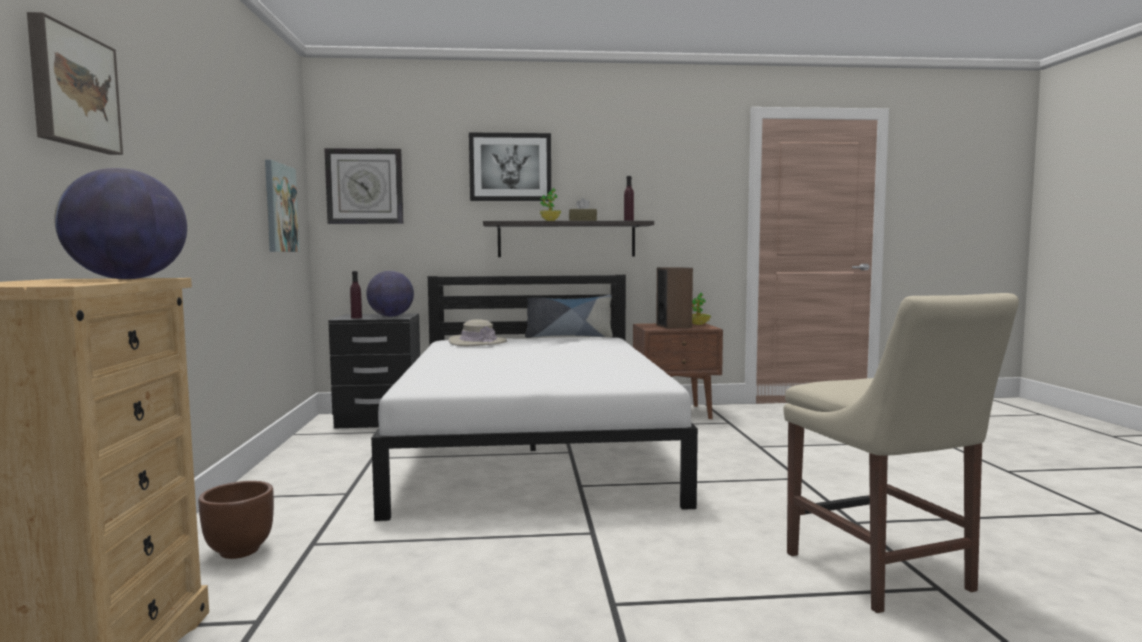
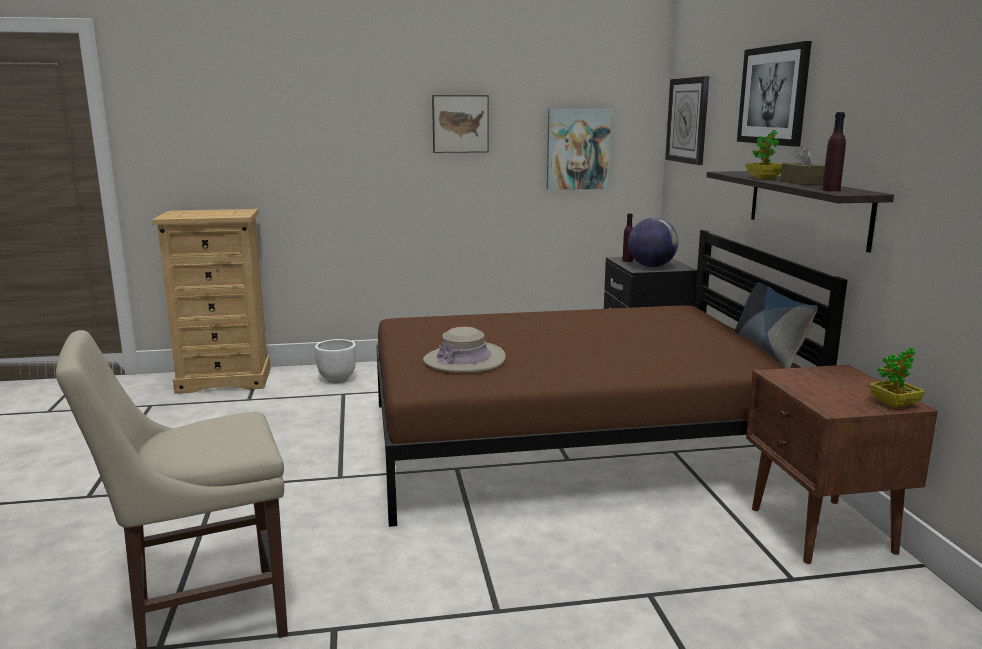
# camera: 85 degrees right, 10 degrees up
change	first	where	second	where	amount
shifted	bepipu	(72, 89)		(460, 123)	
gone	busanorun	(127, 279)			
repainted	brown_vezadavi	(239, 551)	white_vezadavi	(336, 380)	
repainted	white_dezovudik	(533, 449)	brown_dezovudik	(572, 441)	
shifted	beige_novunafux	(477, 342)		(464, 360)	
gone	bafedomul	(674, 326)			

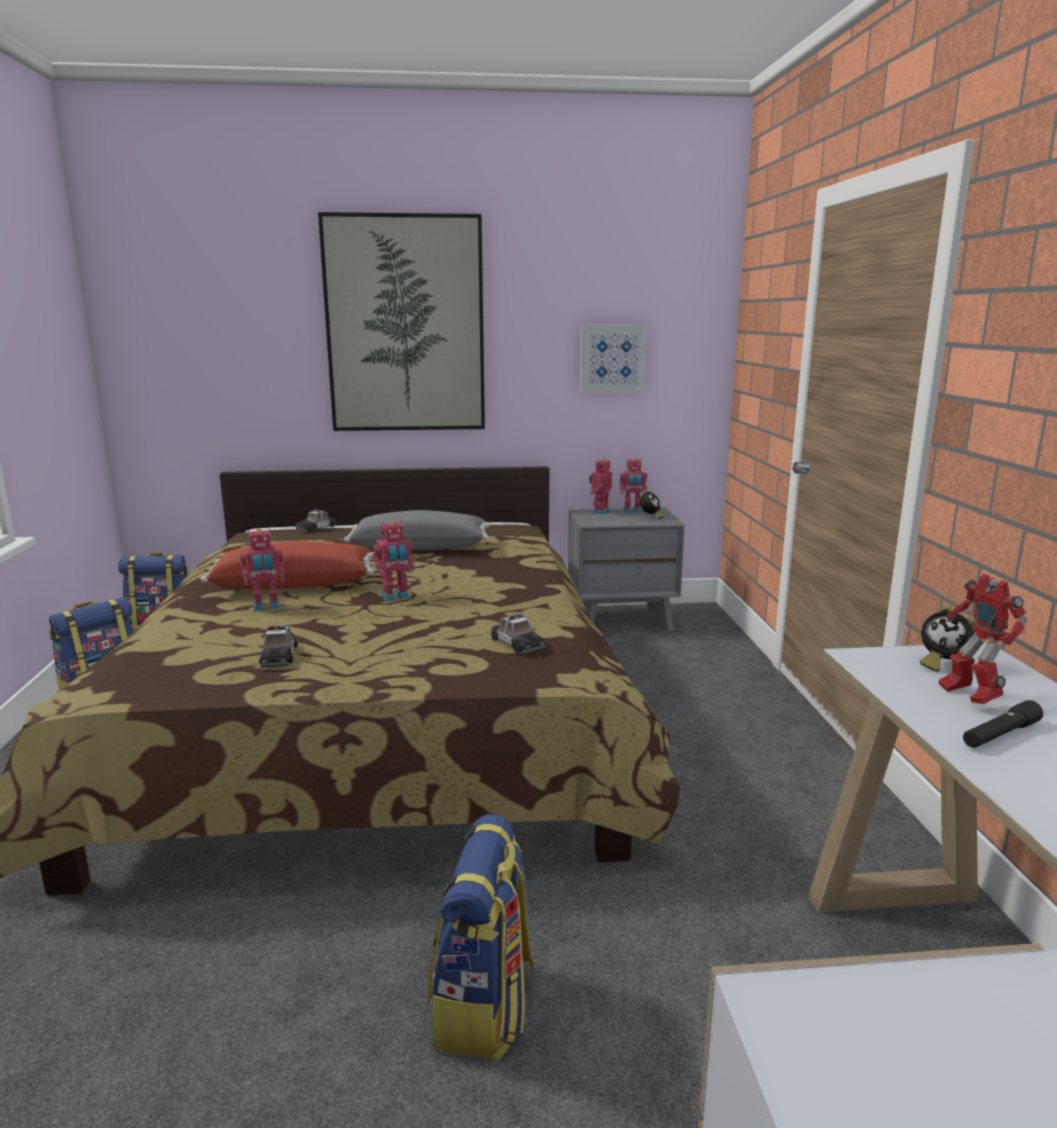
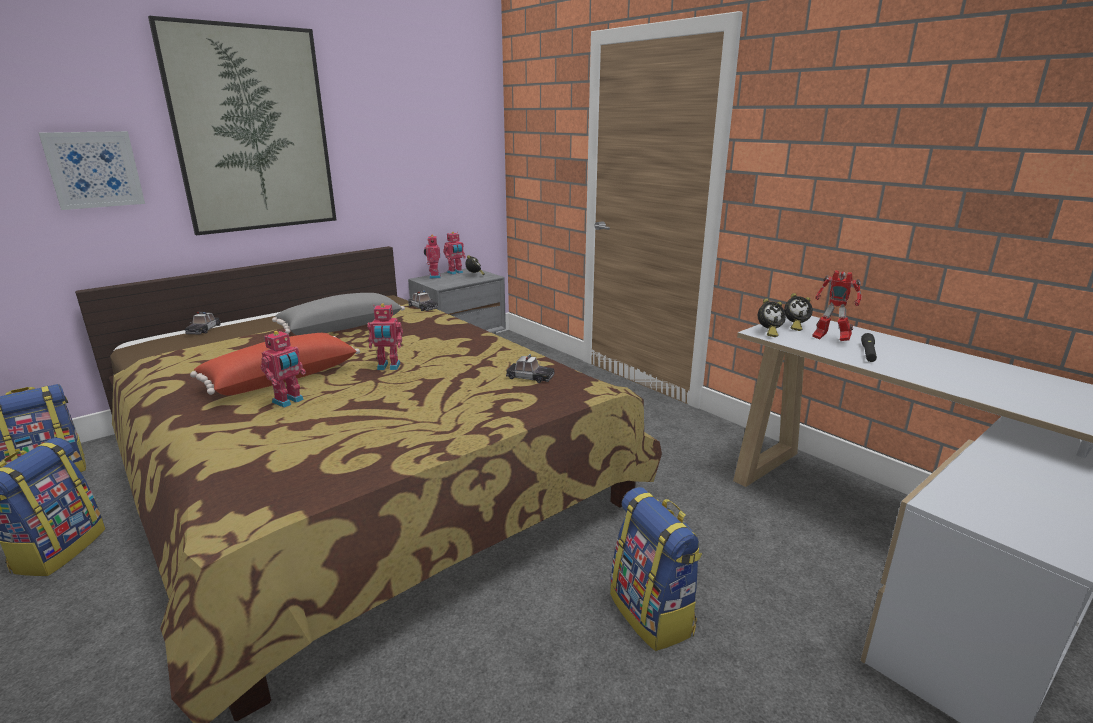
# camera: 35 degrees left, 5 degrees up
change	first	where	second	where	amount
shifted	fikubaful	(278, 656)		(423, 307)	
rotated	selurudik	(395, 596)		(388, 367)	60 degrees clockwise
shifted	bepipu	(613, 358)		(94, 169)	
new			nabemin	(768, 332)	

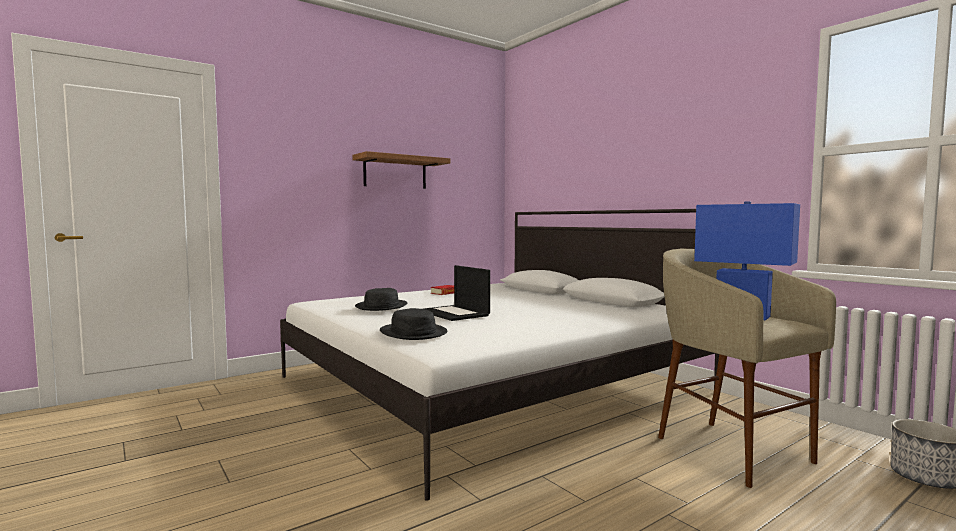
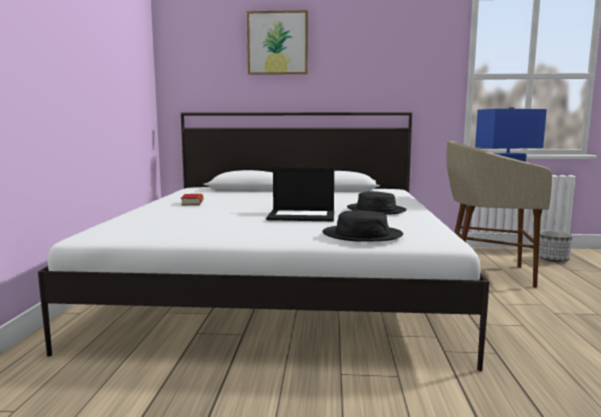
# camera: 50 degrees left, 5 degrees up
change	first	where	second	where	amount
gone	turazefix	(395, 172)			
shifted	black_novunafux	(381, 306)		(376, 210)	
new			bepipu	(277, 43)	

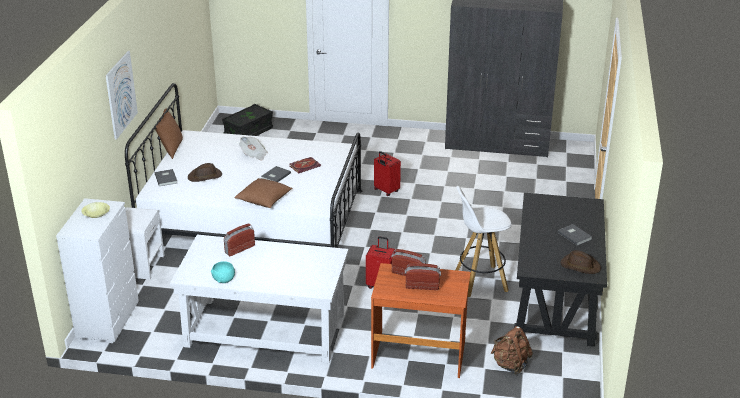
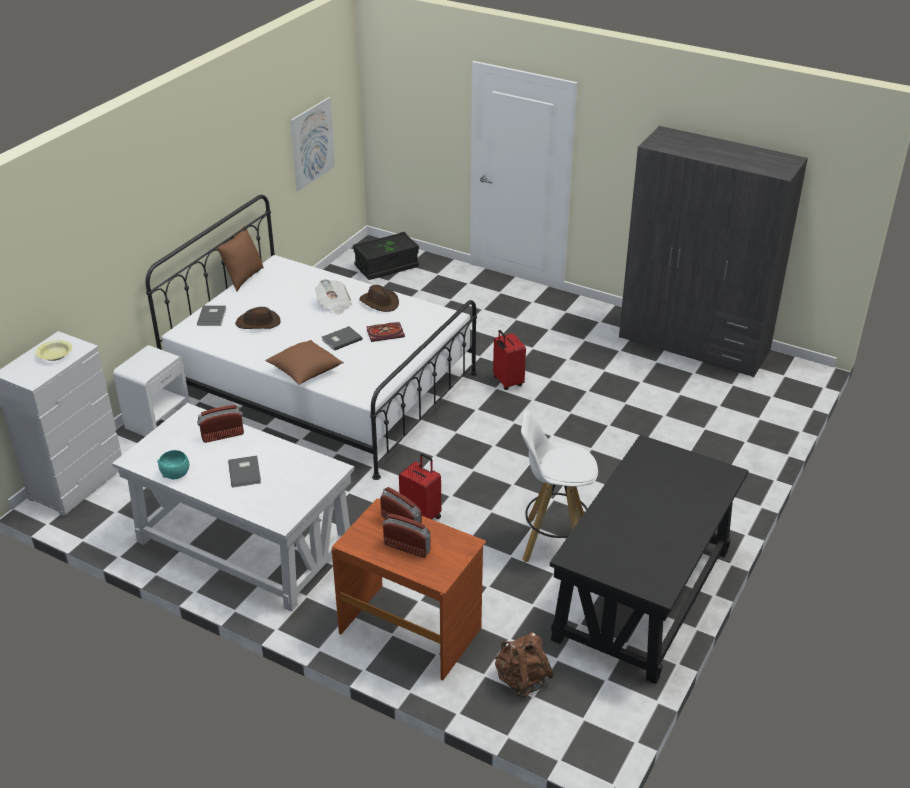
# camera: 20 degrees right, 5 degrees up
change	first	where	second	where	amount
shifted	bepipu	(121, 94)		(312, 143)	
shifted	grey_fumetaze	(575, 235)		(245, 472)	
shifted	brown_novunafux	(580, 266)		(380, 302)	

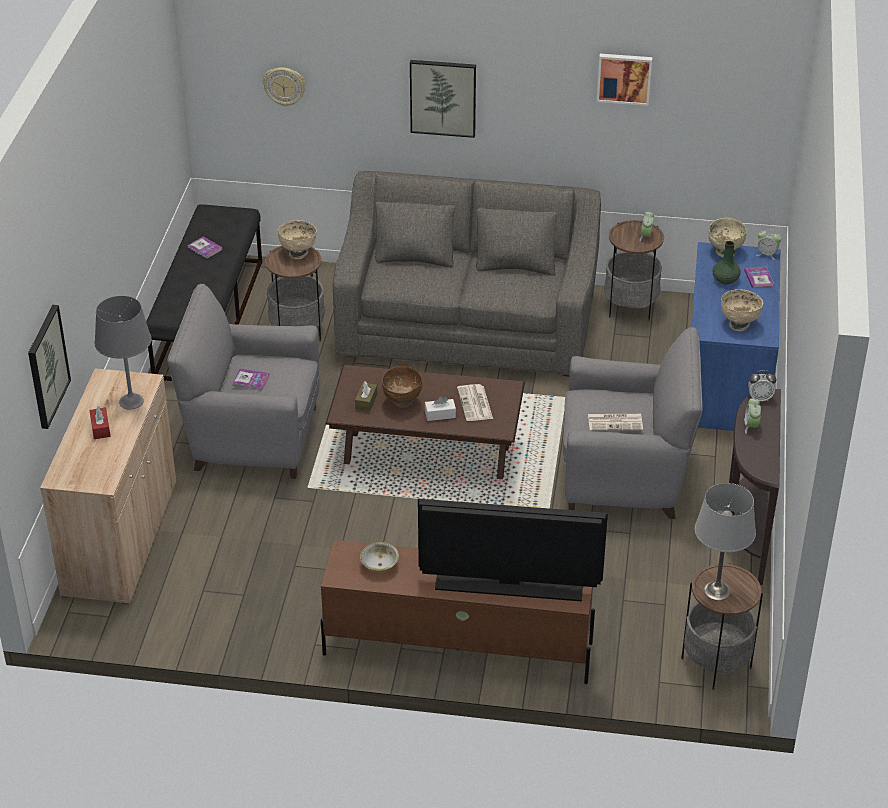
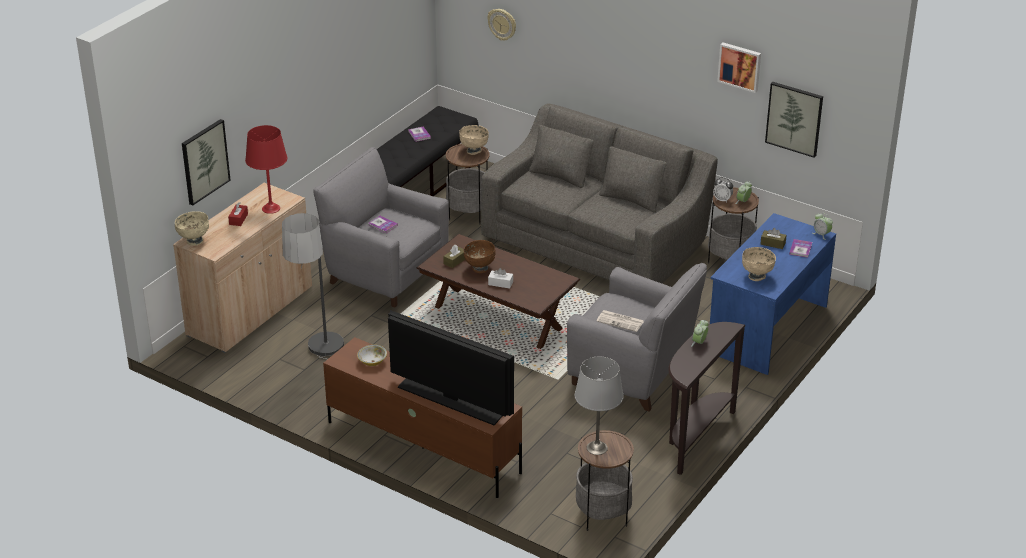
# camera: 25 degrees right, 5 degrees down
change	first	where	second	where	amount
repainted	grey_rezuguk	(131, 401)	red_rezuguk	(271, 208)	
shifted	bepipu	(443, 97)		(794, 118)	
gone	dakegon	(475, 404)			
shifted	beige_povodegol	(725, 252)		(194, 241)	
swapped	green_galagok	(725, 280)	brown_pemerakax	(773, 243)	
shifted	nabemin	(760, 398)		(722, 200)	
new			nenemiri	(321, 364)	

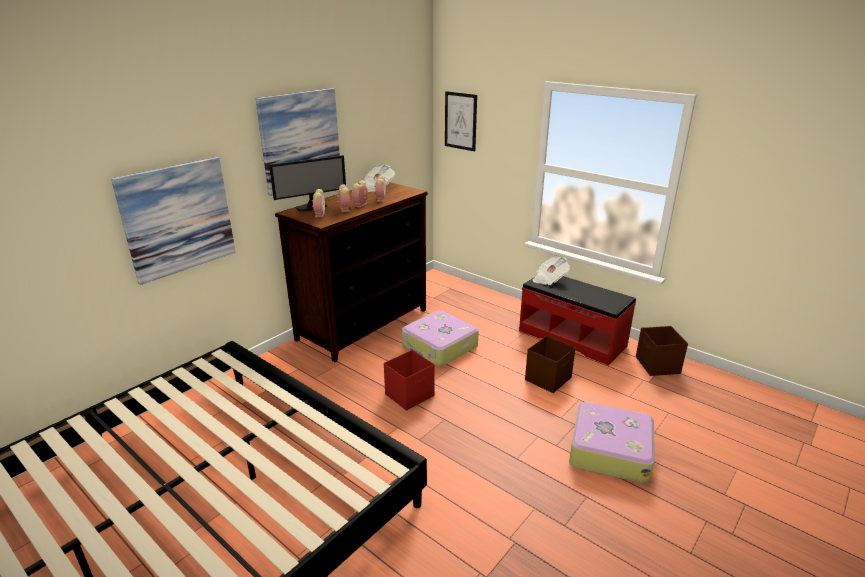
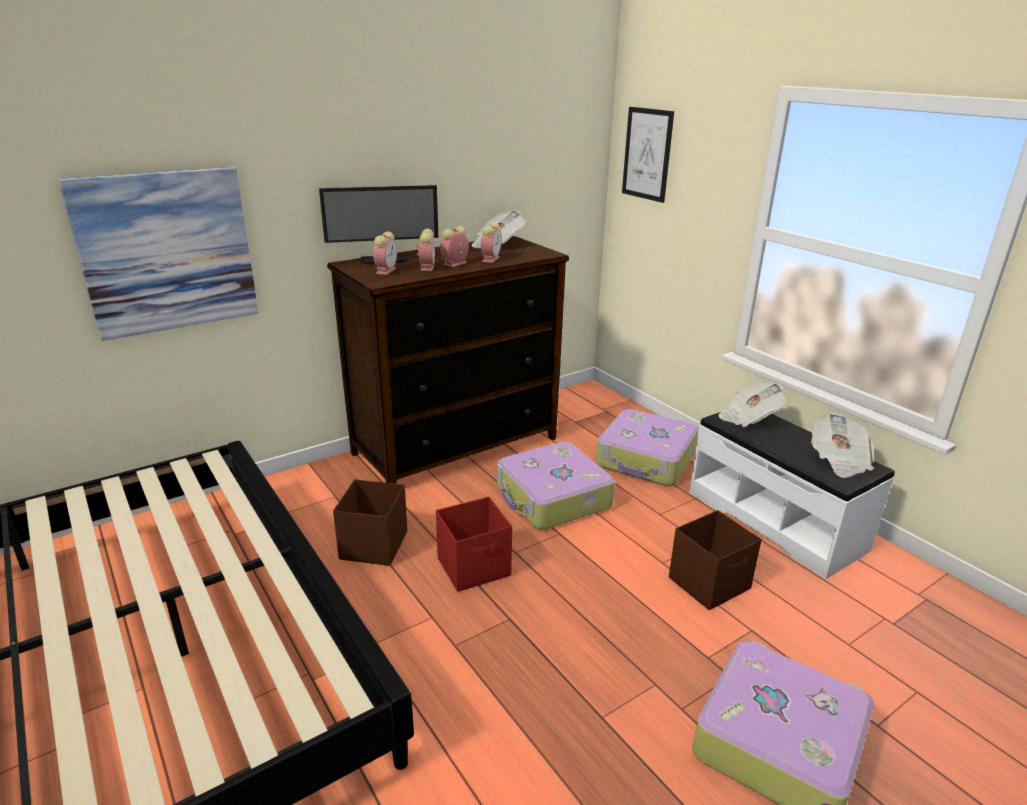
# camera: 15 degrees right, 0 degrees up
change	first	where	second	where	amount
gone	bepipu	(300, 140)			
repainted	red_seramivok	(572, 338)	white_seramivok	(775, 520)	
shifted	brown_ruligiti	(657, 366)		(373, 546)	
new			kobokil	(646, 459)	
new			dakegon	(839, 461)	

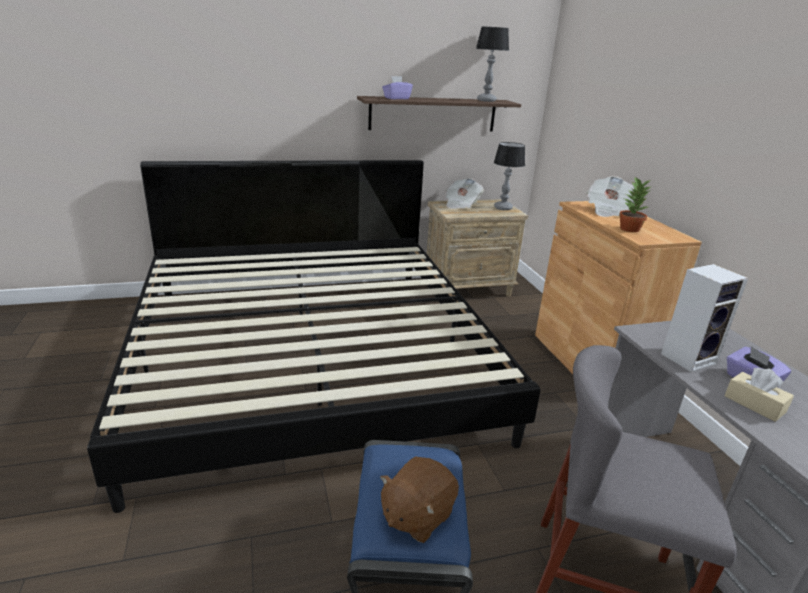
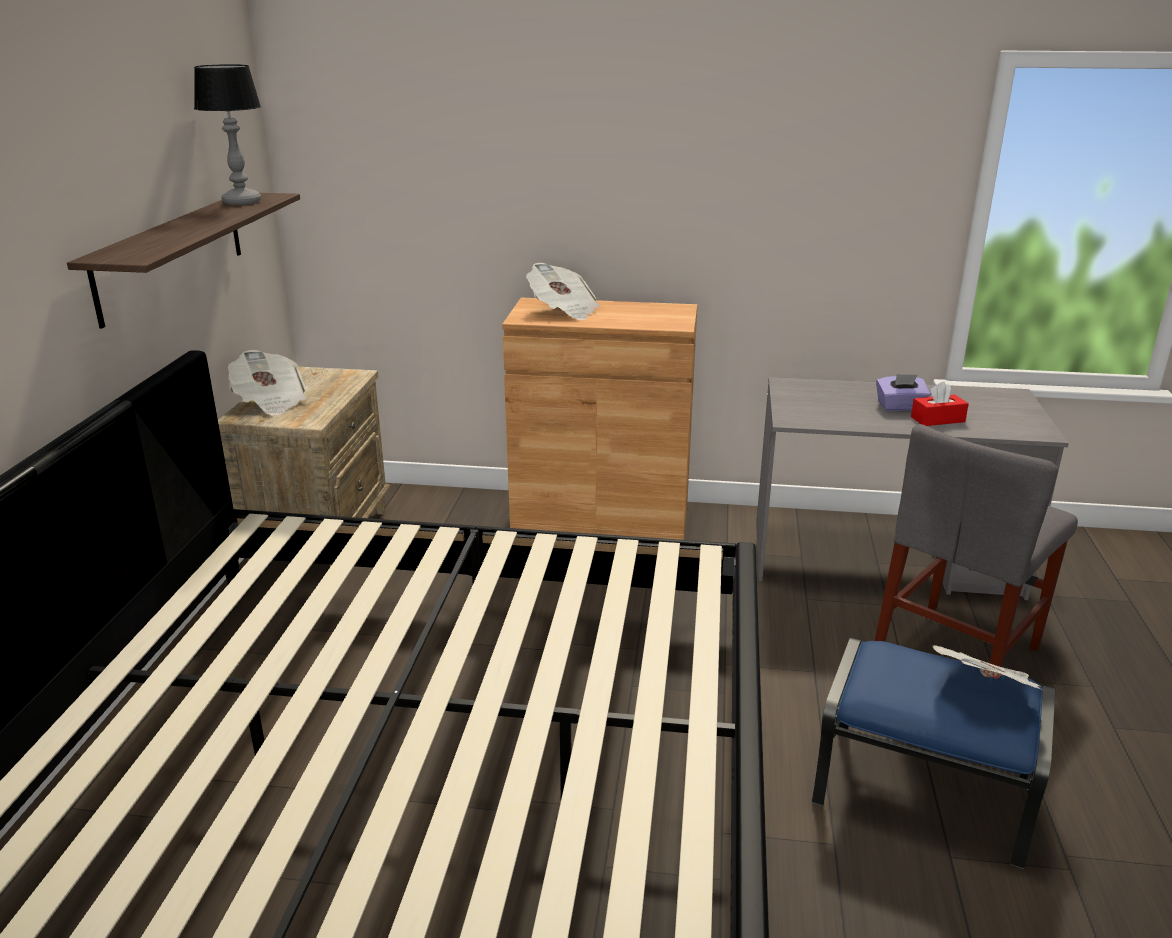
# camera: 65 degrees left, 0 degrees up
change	first	where	second	where	amount
swapped	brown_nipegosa	(416, 515)	dakegon	(985, 691)	
gone	purple_pemerakax	(396, 98)			
gone	rezuguk	(502, 208)			
gone	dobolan	(629, 229)			
gone	bafedomul	(689, 358)			
repainted	beige_pemerakax	(754, 404)	red_pemerakax	(937, 419)	

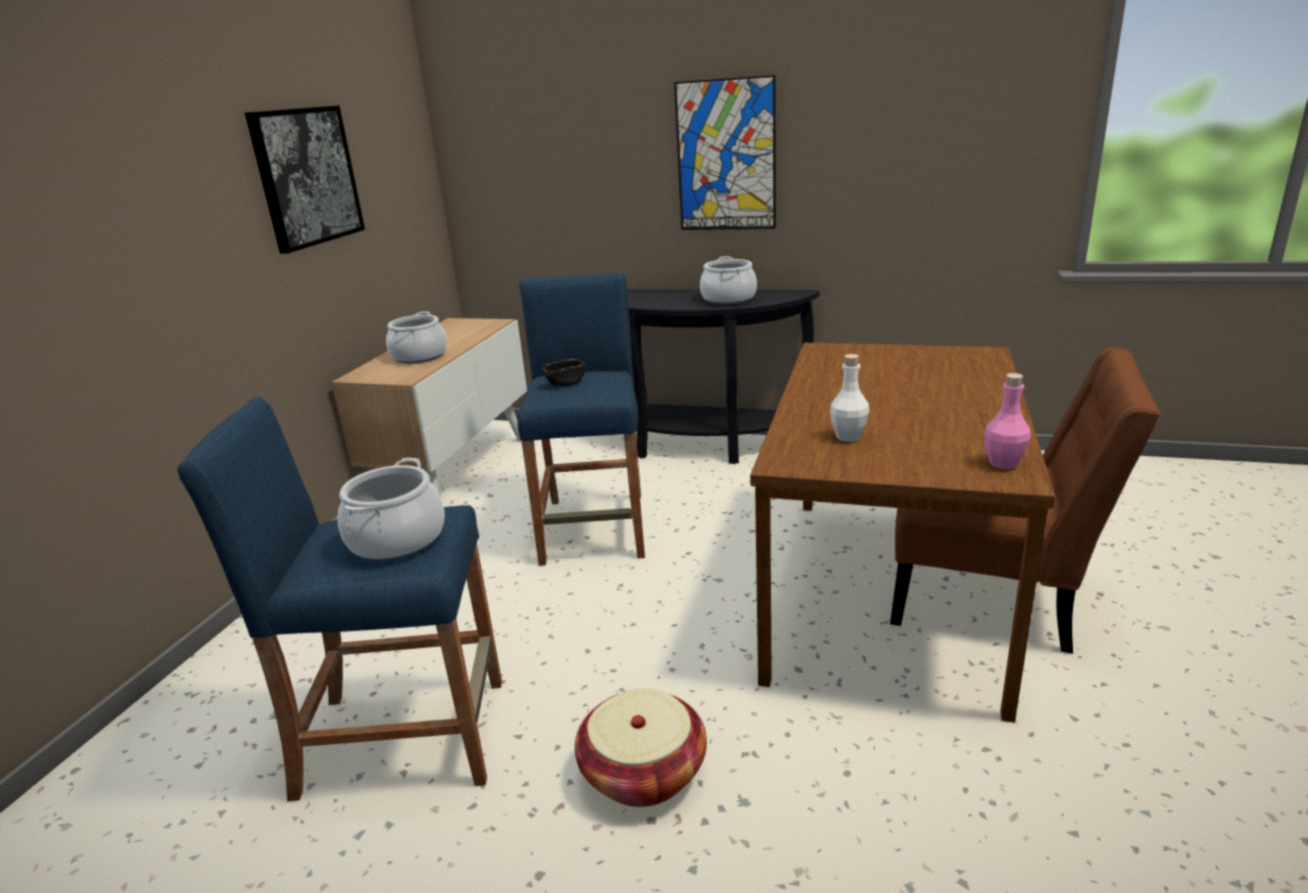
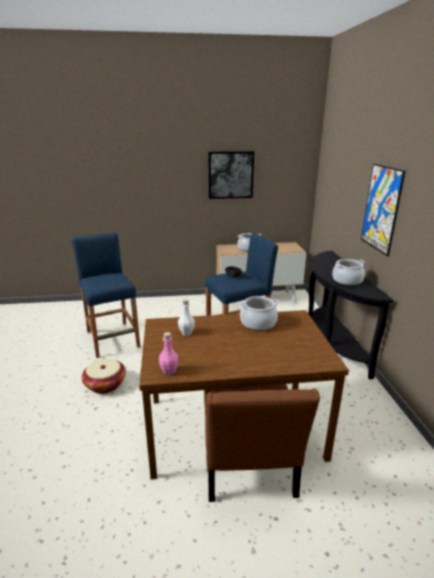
# camera: 65 degrees right, 0 degrees up
change	first	where	second	where	amount
shifted	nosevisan	(396, 539)		(258, 323)	

